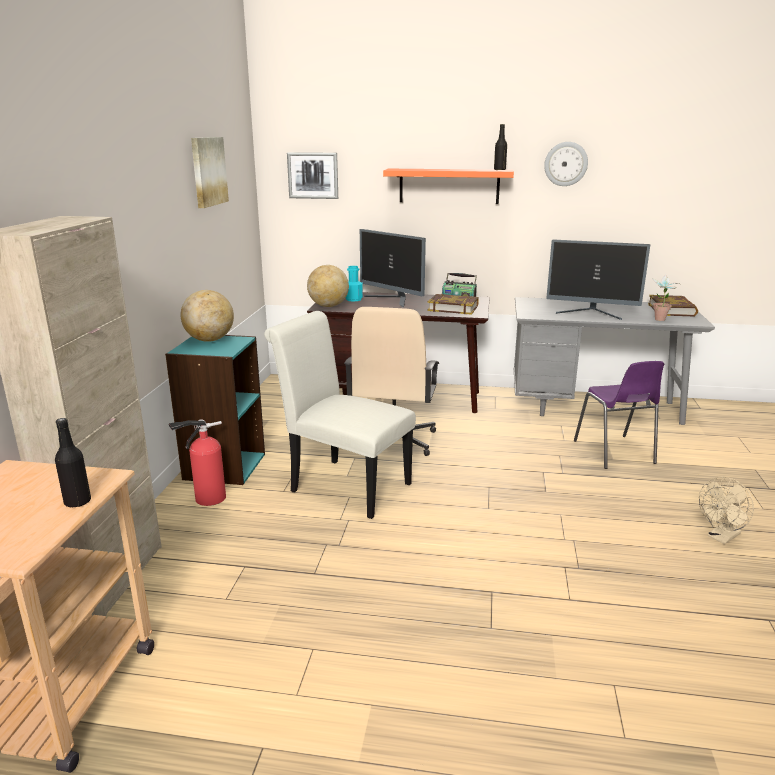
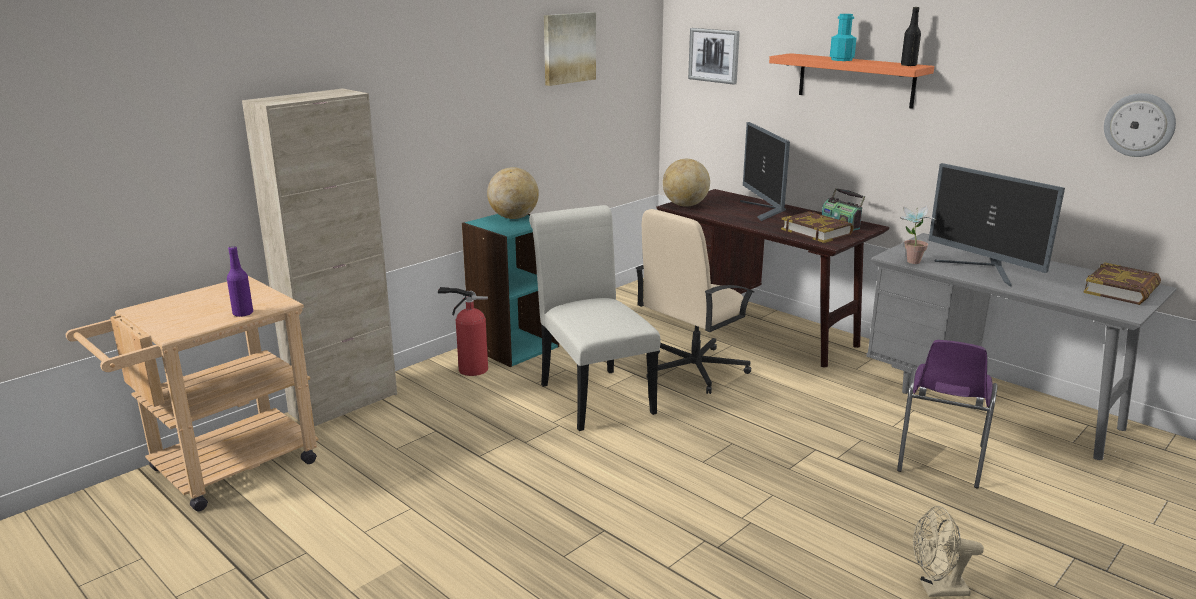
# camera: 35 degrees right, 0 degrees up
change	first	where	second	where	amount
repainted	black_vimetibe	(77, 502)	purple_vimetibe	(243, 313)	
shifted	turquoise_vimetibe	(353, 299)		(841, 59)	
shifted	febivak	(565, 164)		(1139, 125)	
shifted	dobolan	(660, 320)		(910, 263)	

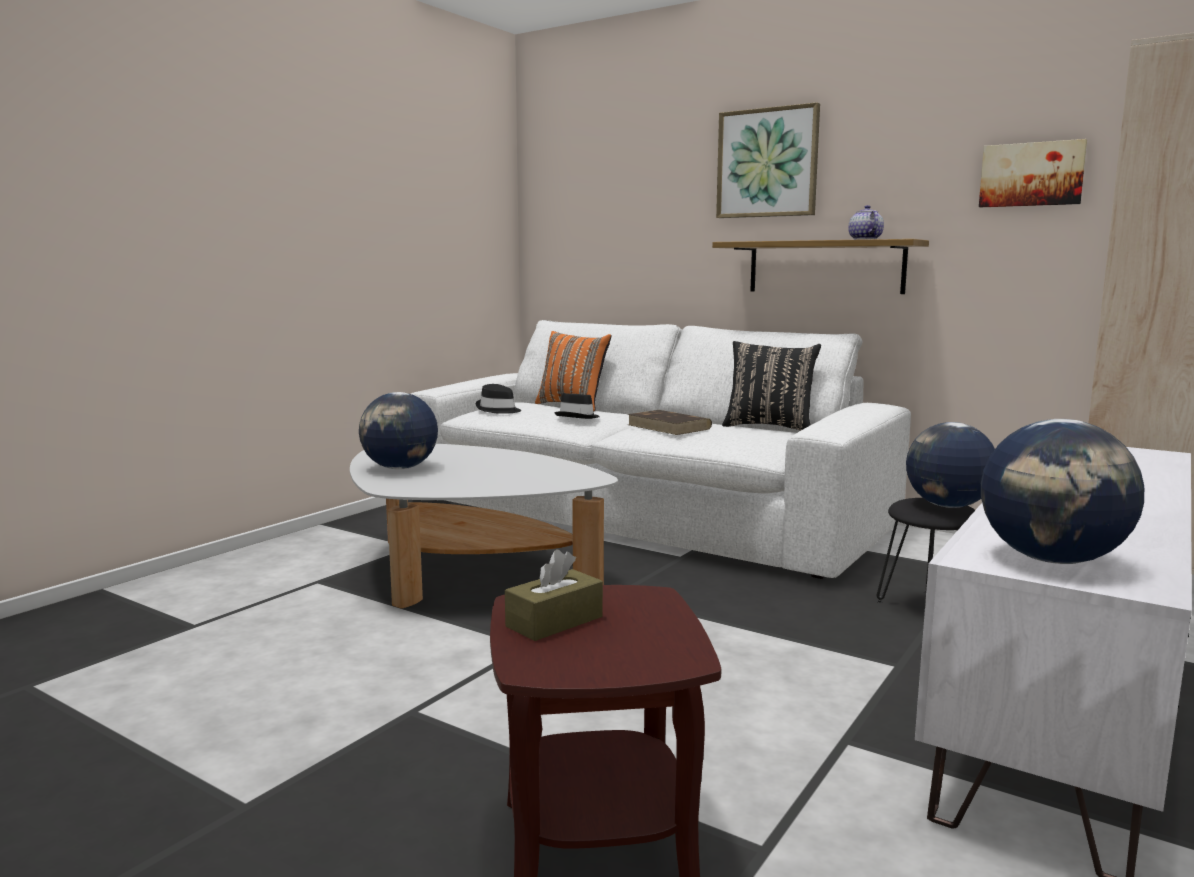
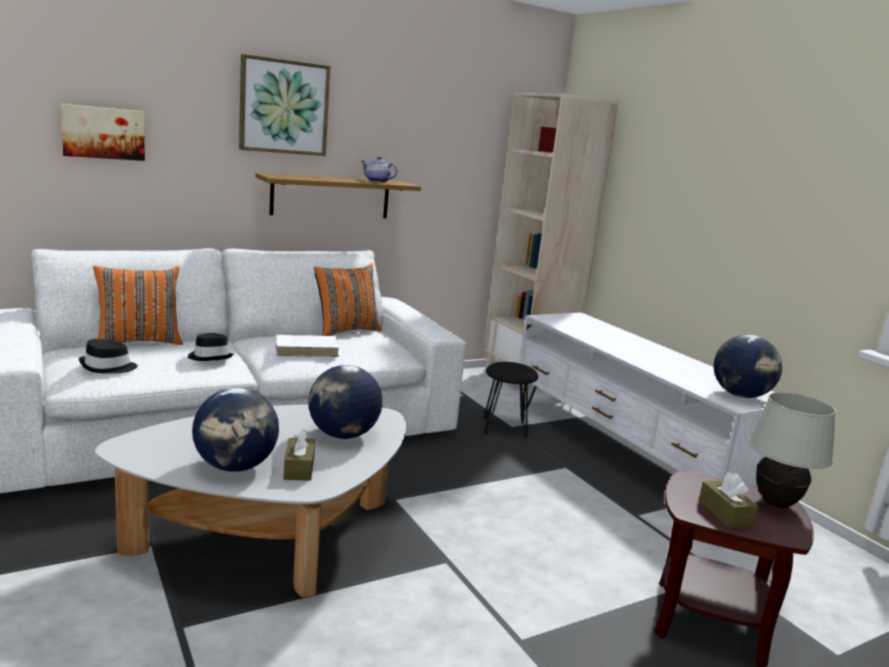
# camera: 65 degrees left, 5 degrees up
change	first	where	second	where	amount
repainted	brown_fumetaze	(669, 427)	white_fumetaze	(307, 349)	
repainted	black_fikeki	(769, 427)	orange_fikeki	(345, 331)	
shifted	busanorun	(947, 506)		(343, 435)	
shifted	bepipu	(1031, 174)		(103, 132)	
new			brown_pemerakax	(299, 468)	
new			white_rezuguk	(776, 503)	

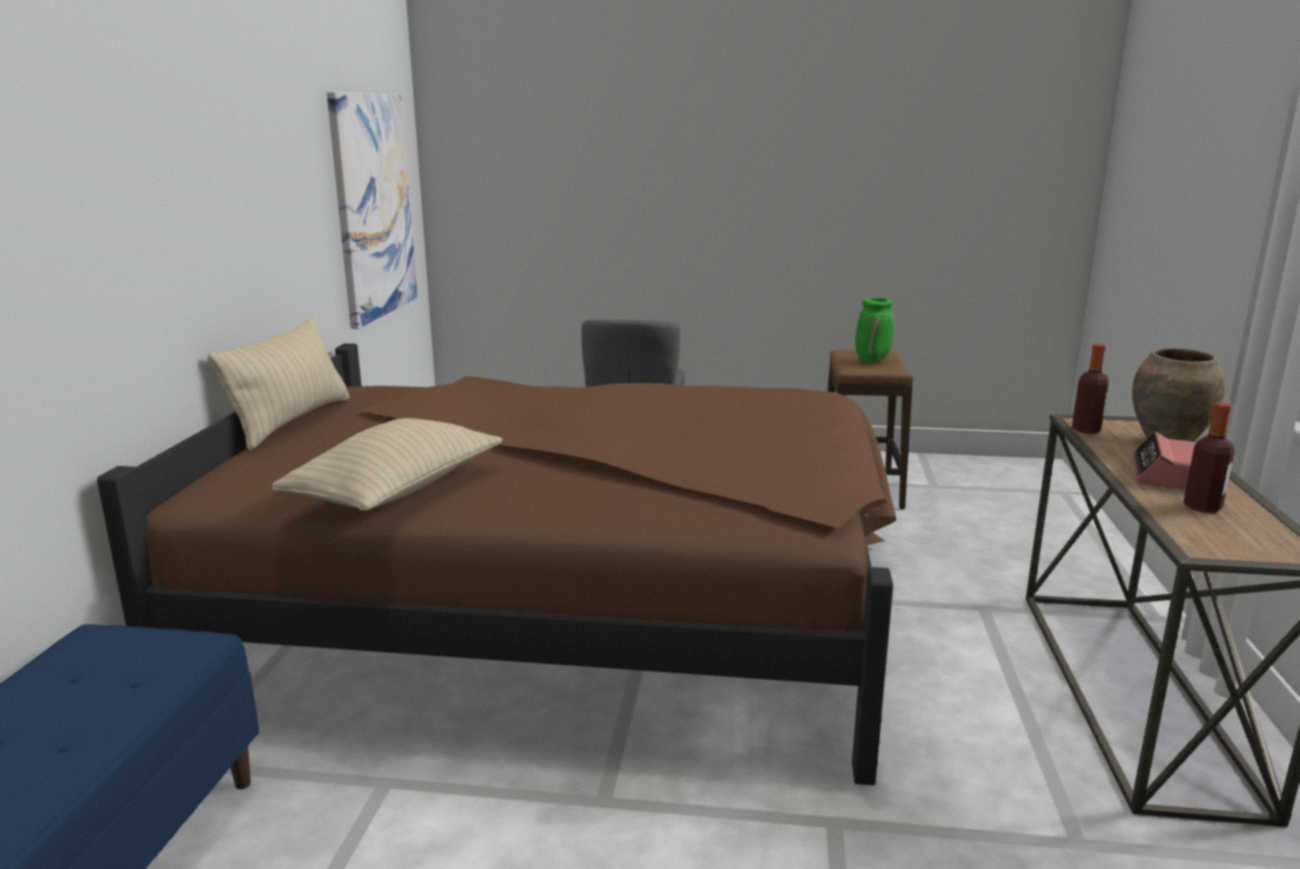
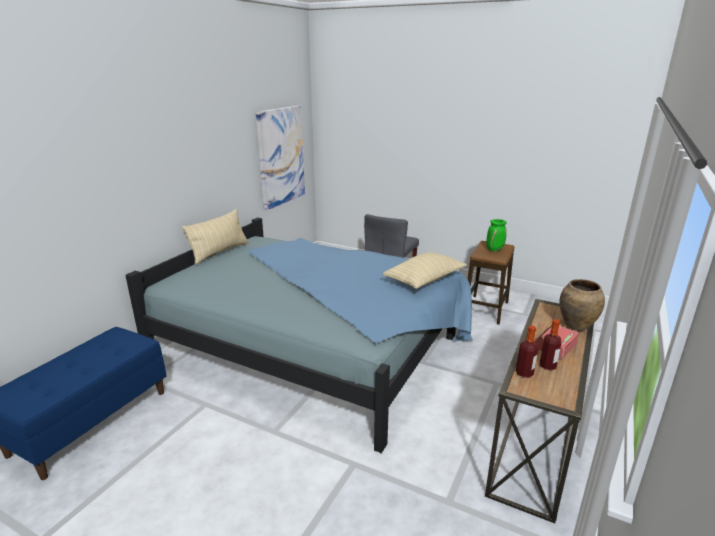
# camera: 20 degrees right, 5 degrees up
change	first	where	second	where	amount
repainted	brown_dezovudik	(575, 607)	blue_dezovudik	(318, 346)	
shifted	beige_fikeki	(397, 491)		(424, 280)	
shifted	vimetibe	(1086, 430)		(524, 373)	

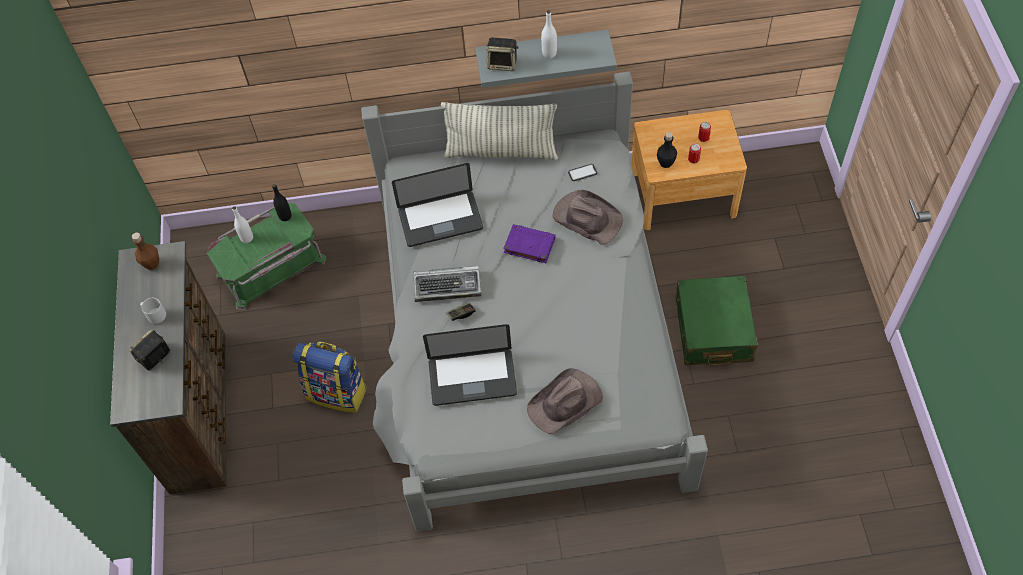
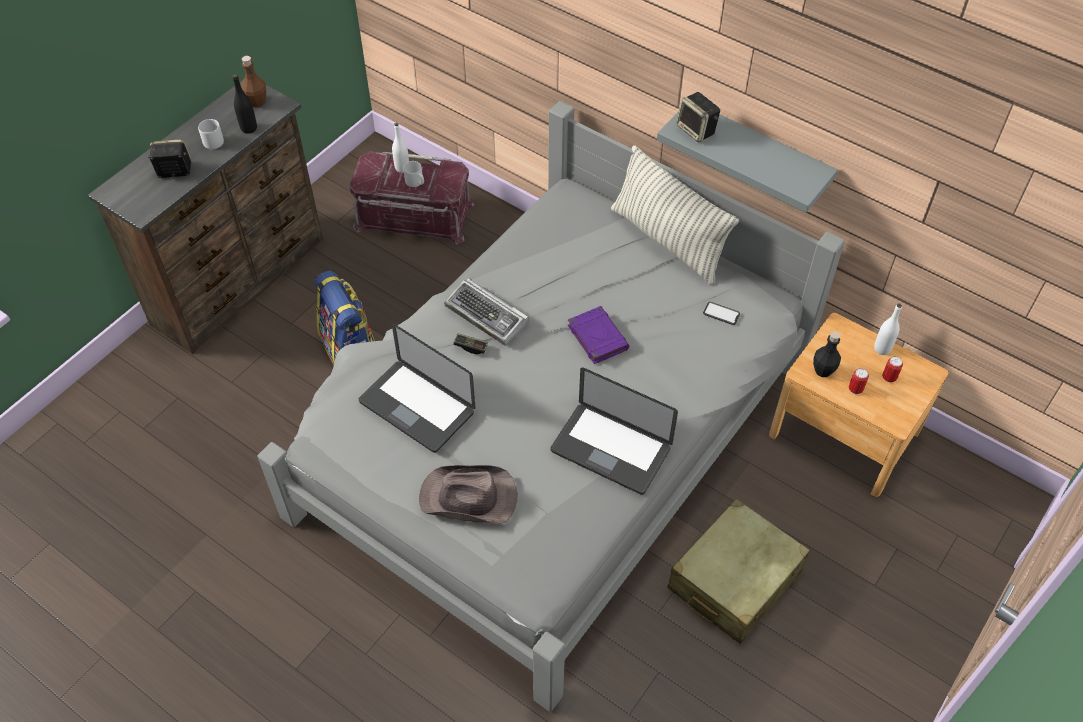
# camera: 40 degrees right, 5 degrees down
change	first	where	second	where	amount
repainted	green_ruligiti	(271, 268)	red_ruligiti	(413, 216)	
shifted	black_vimetibe	(285, 216)		(249, 128)	
shifted	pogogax	(440, 220)		(610, 449)	
shifted	white_vimetibe	(549, 53)		(882, 349)	
gone	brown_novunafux	(587, 218)			
repainted	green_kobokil	(713, 329)	beige_kobokil	(734, 580)	
new			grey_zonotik	(415, 182)	

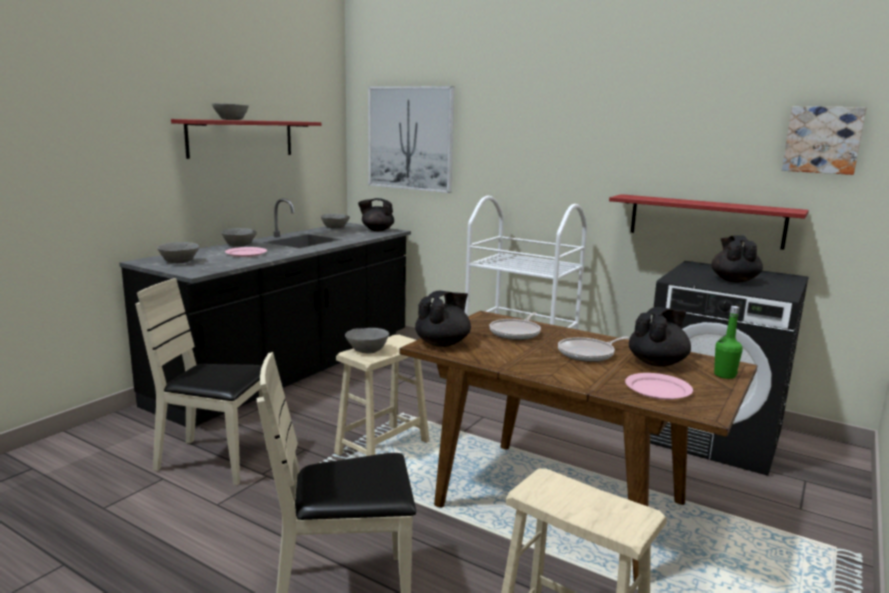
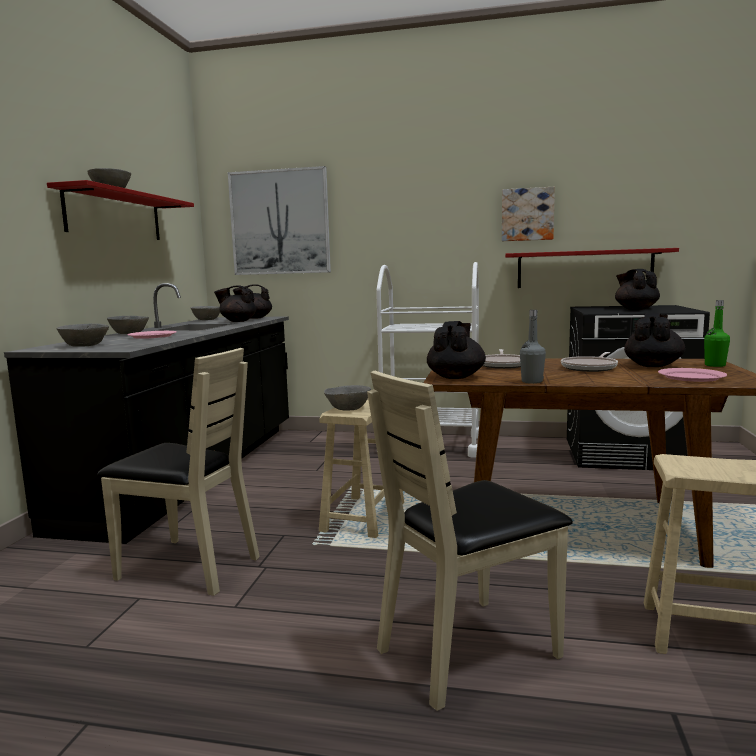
# camera: 20 degrees left, 5 degrees down
change	first	where	second	where	amount
rotated	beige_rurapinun	(215, 460)		(188, 567)	150 degrees counterclockwise
shifted	bepipu	(822, 140)		(527, 214)	
new			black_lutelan	(237, 321)	
new			grey_vimetibe	(532, 382)	

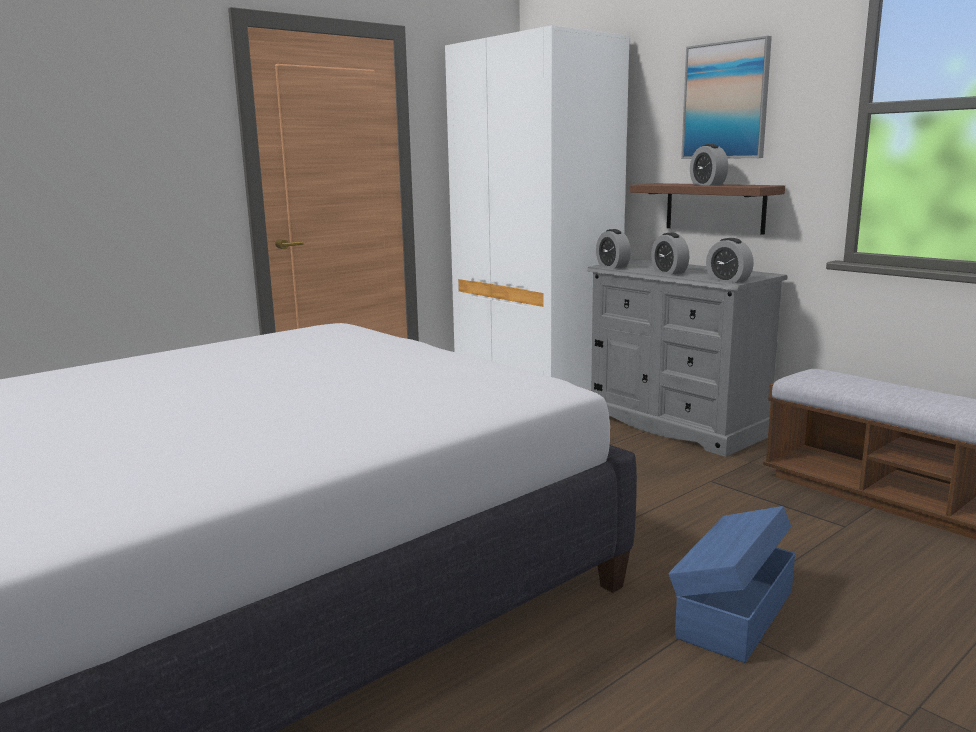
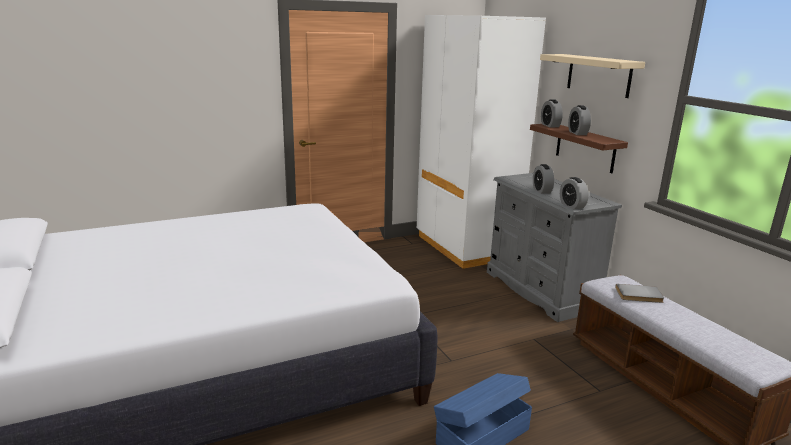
# camera: 15 degrees right, 5 degrees up
change	first	where	second	where	amount
shifted	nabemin	(612, 266)		(550, 125)	
swapped	bepipu	(725, 101)	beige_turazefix	(598, 75)	
new			grey_fumetaze	(639, 295)	

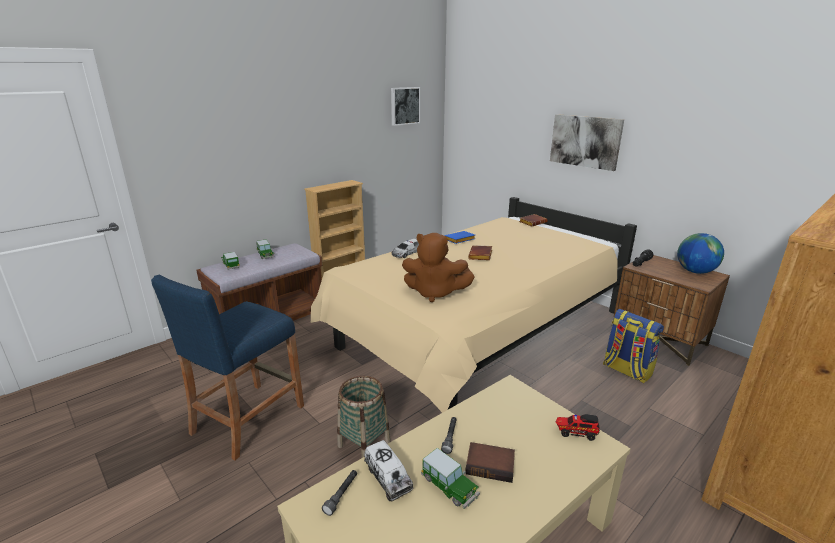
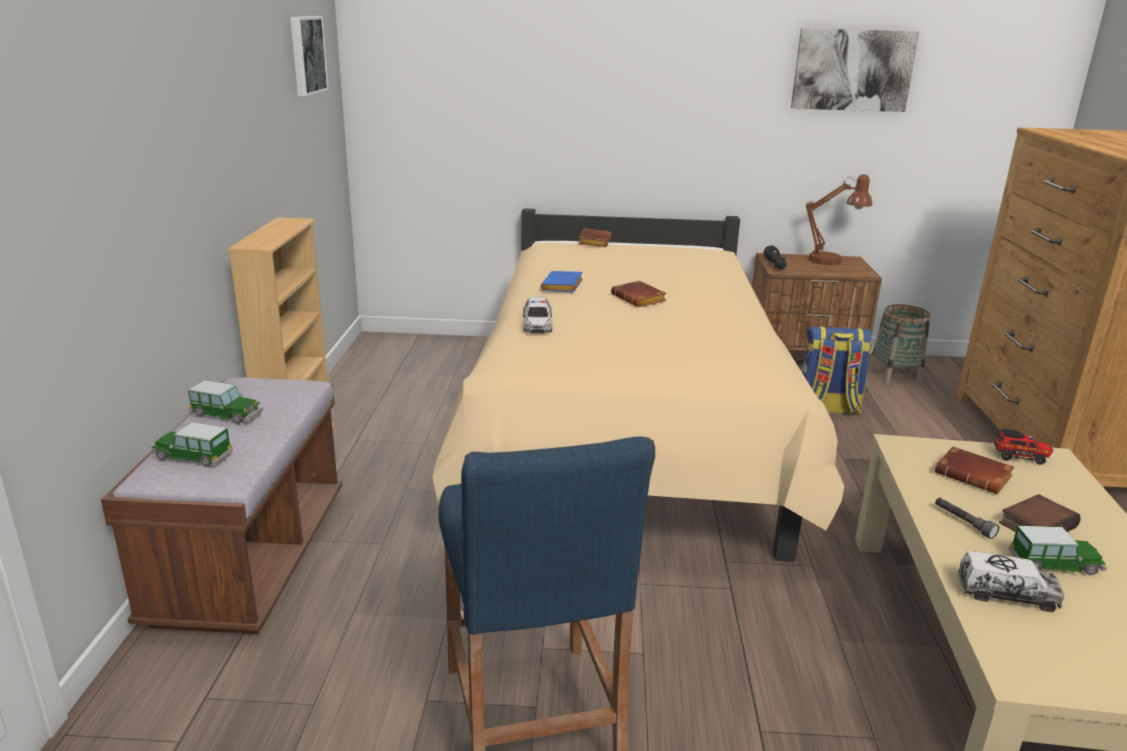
# camera: 45 degrees left, 0 degrees up
change	first	where	second	where	amount
gone	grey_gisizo	(341, 495)			
shifted	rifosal	(364, 443)		(894, 376)	
gone	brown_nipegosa	(435, 293)			
shifted	bepipu	(585, 141)		(852, 70)	
rotated	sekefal	(575, 432)		(1020, 457)	135 degrees counterclockwise
swapped	busanorun	(695, 272)	brown_rezuguk	(832, 261)	
new			brown_fumetaze	(975, 476)	

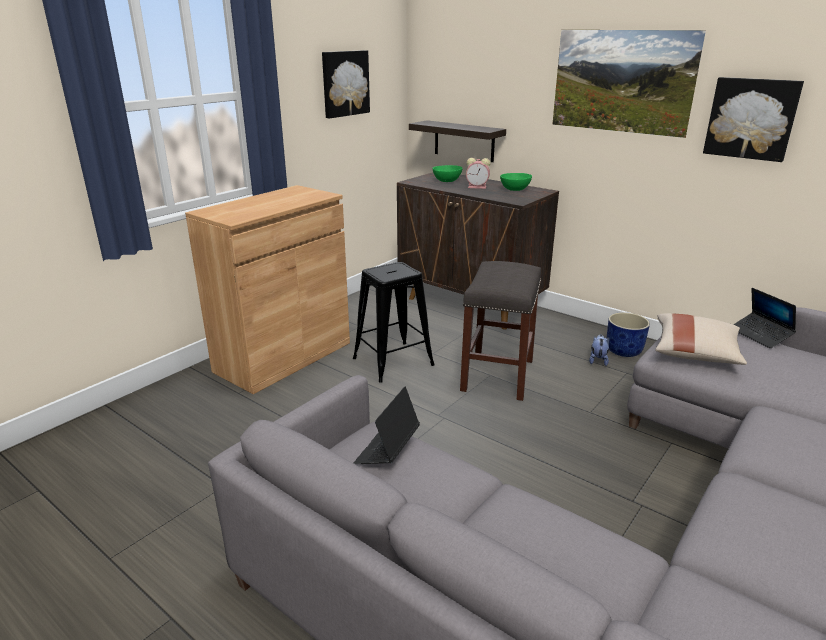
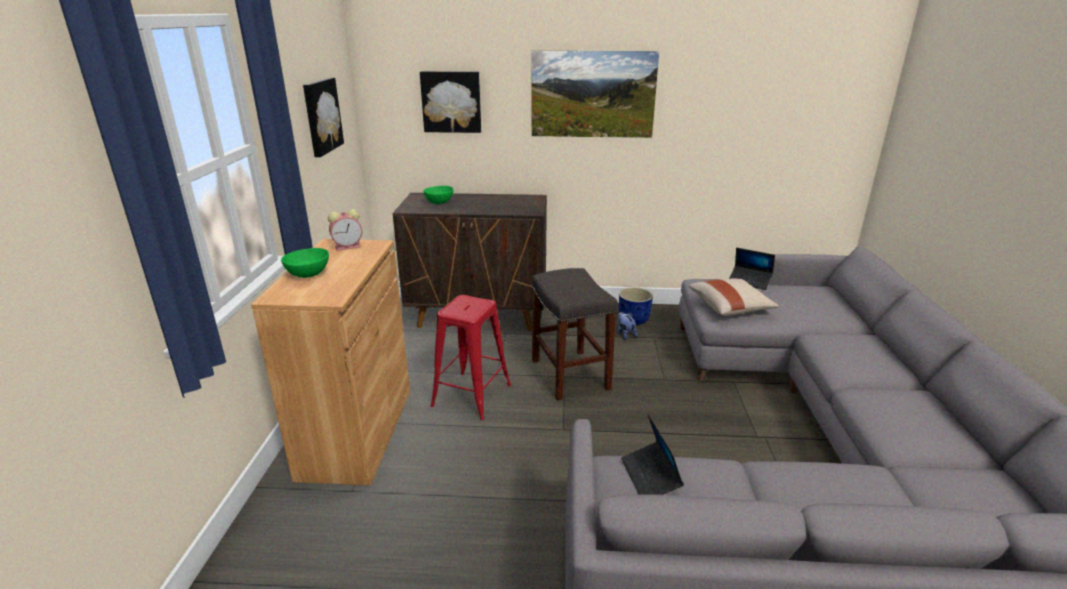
# camera: 35 degrees left, 0 degrees up
change	first	where	second	where	amount
repainted	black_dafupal	(393, 361)	red_dafupal	(471, 395)	
gone	turazefix	(464, 141)			
shifted	nabemin	(478, 187)		(349, 246)	
shifted	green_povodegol	(515, 190)		(309, 274)	
shifted	bepipu	(751, 118)		(451, 102)	

